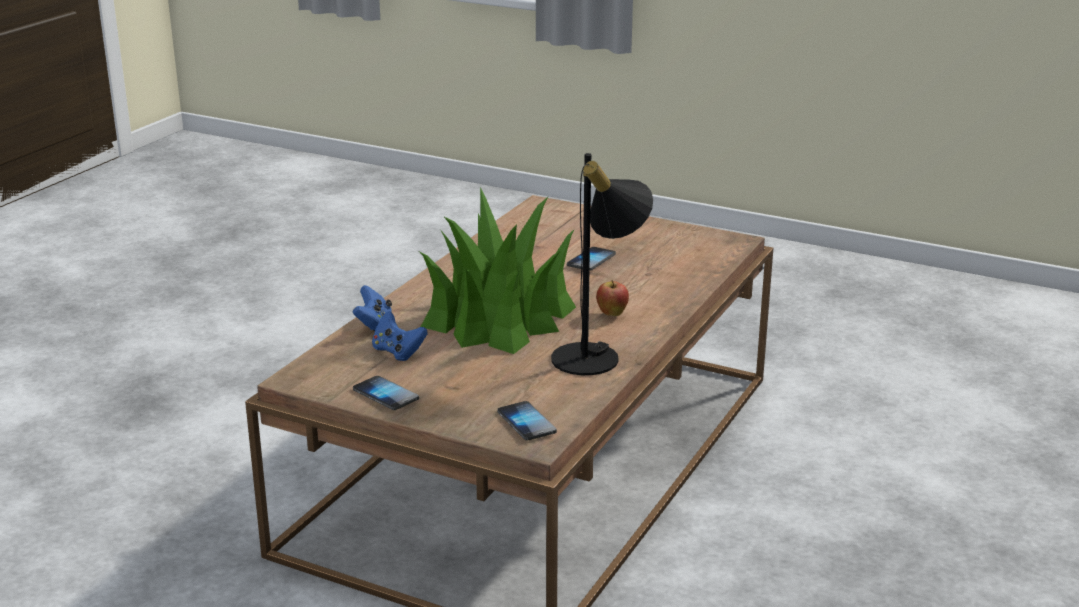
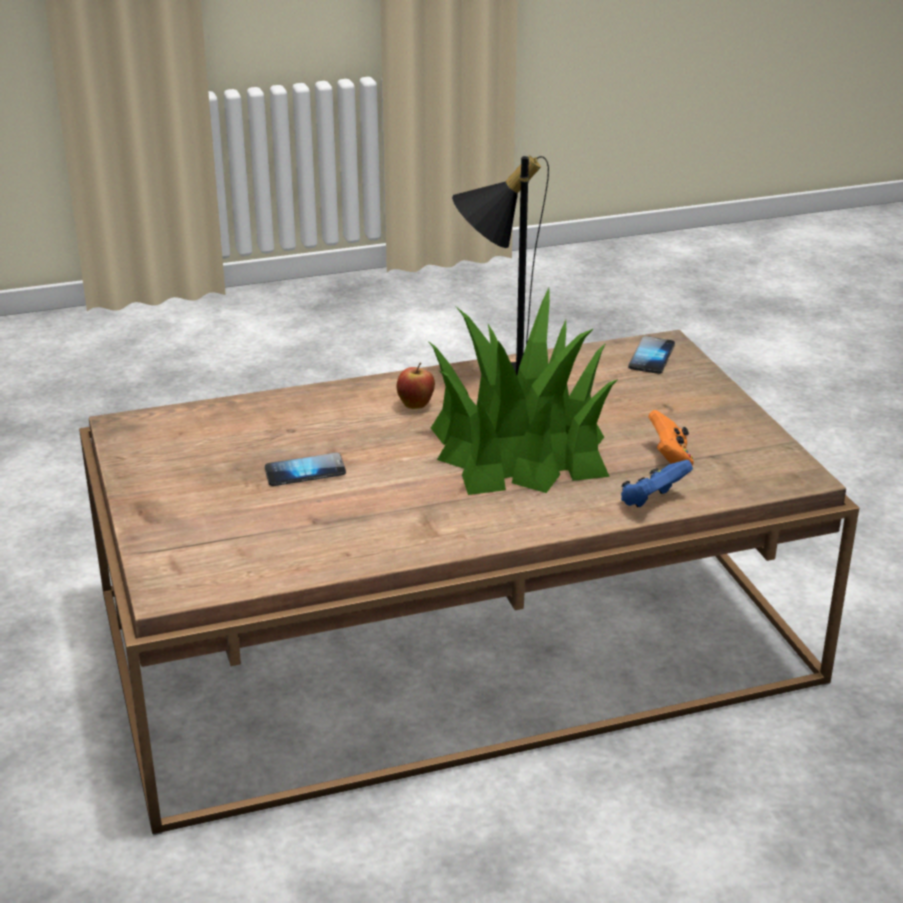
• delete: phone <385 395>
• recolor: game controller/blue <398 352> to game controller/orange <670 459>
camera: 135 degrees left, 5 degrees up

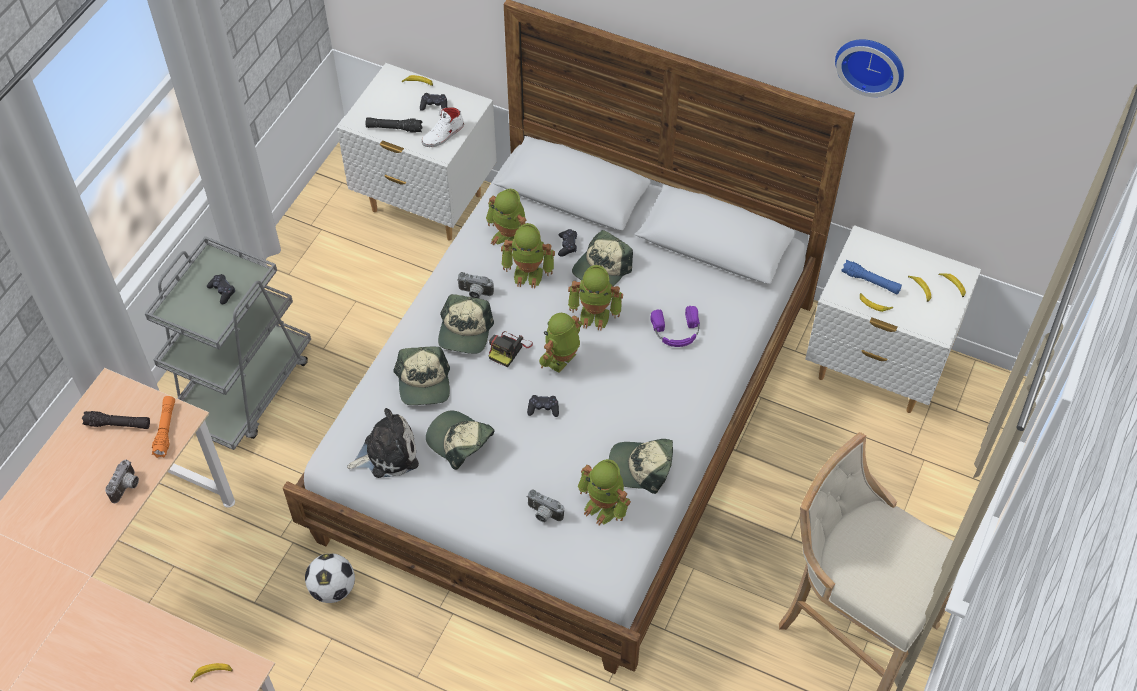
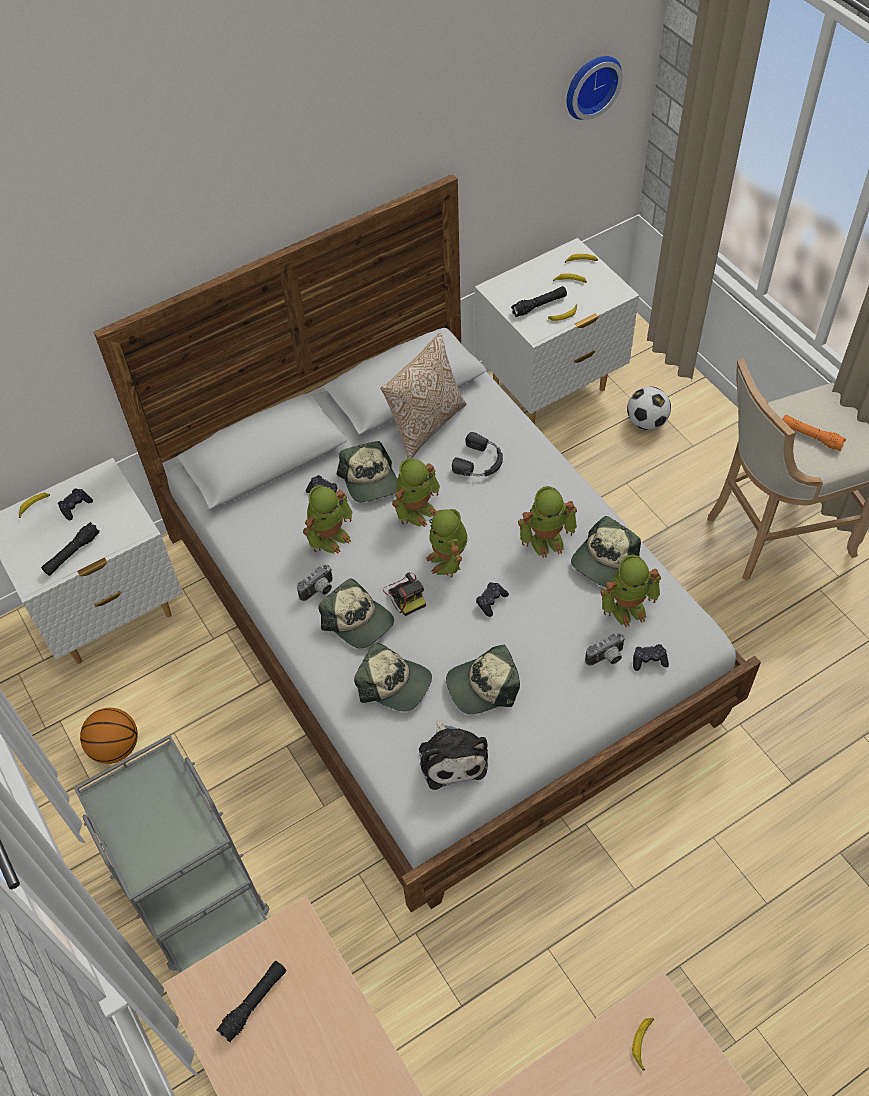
• delete: photo camera <127 487>
• move: flashlight/orange <166 430> to <810 436>
• move: game controller/black <222 291> to <649 660>
• move: football <333 588> to <646 422>
• rotate: plush toy <387 453> = <452 756> 150 degrees clockwise
• delete: shoe/white <443 135>
• move: toy robot <509 238> to <546 539>
• recolor: headphones/purple <676 332> to headphones/black <480 462>
• move: wall clock <871 63> to <590 85>
• recolor: flashlight/blue <870 281> to flashlight/black <539 306>
• insert: basketball <115 747>
• insert: pillow <425 425>
camera: 55 degrees left, 0 degrees up

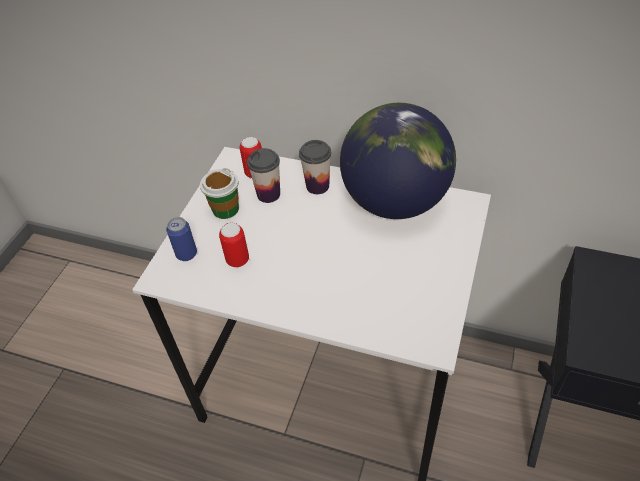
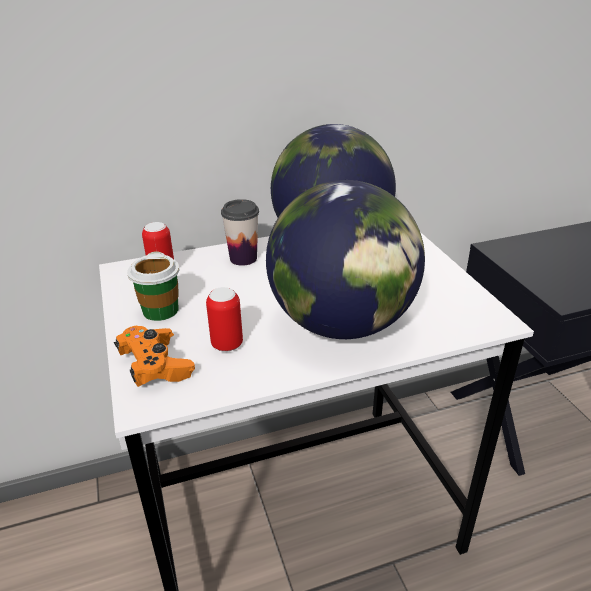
• replace: can <186 254> to game controller/orange <156 366>
• delete: cup <268 194>
• insert: globe <342 324>
camera: 40 degrees left, 15 degrees down

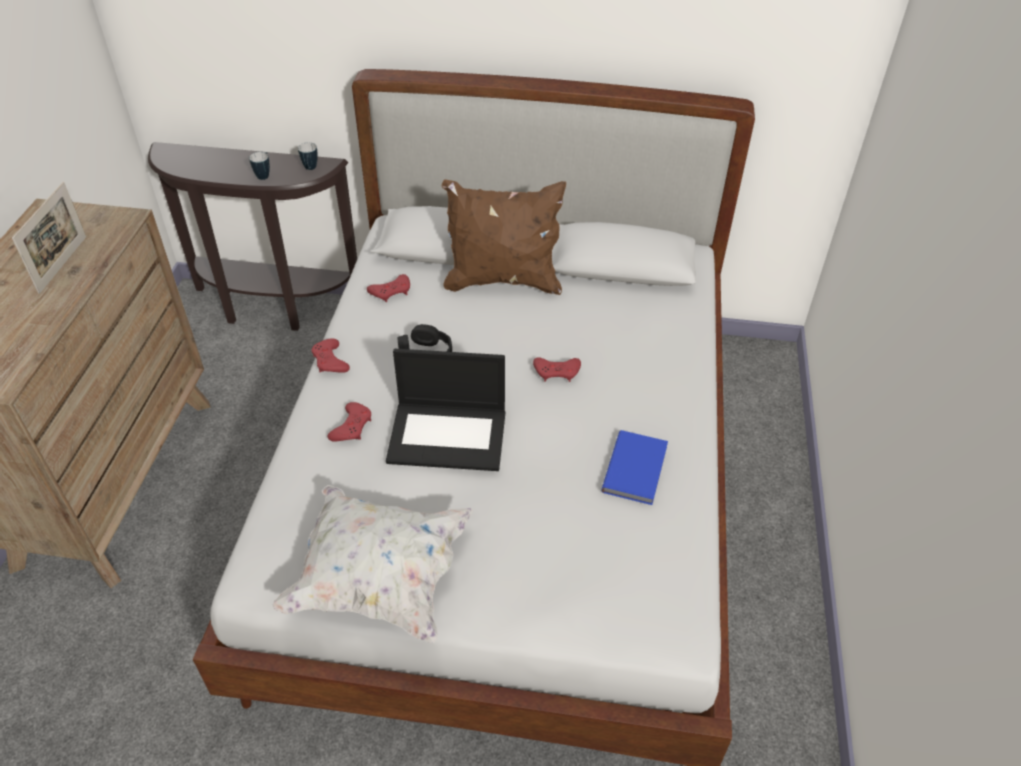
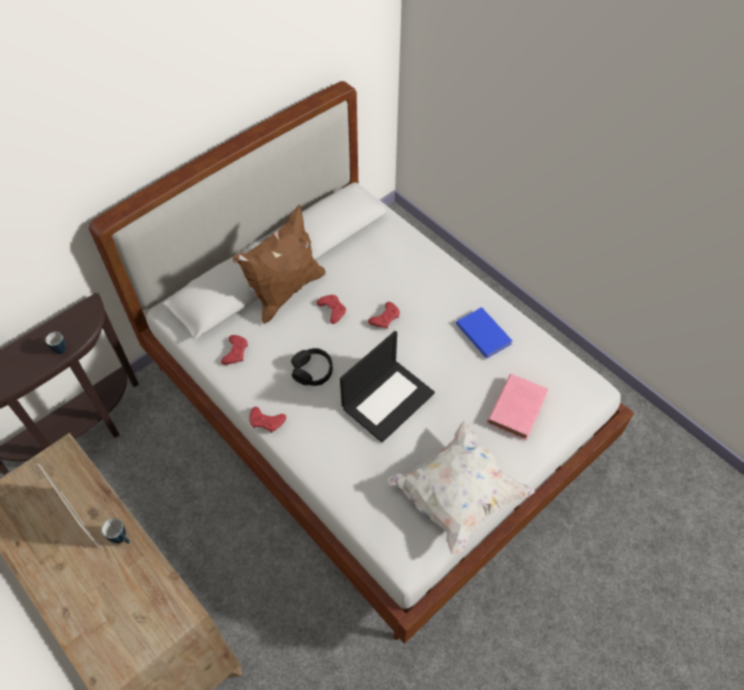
• move: mug <310 169> to <122 539>
• move: game controller/red <352 426> to <332 310>
• insert: book/pink <517 407>
camera: 50 degrees left, 10 degrees up

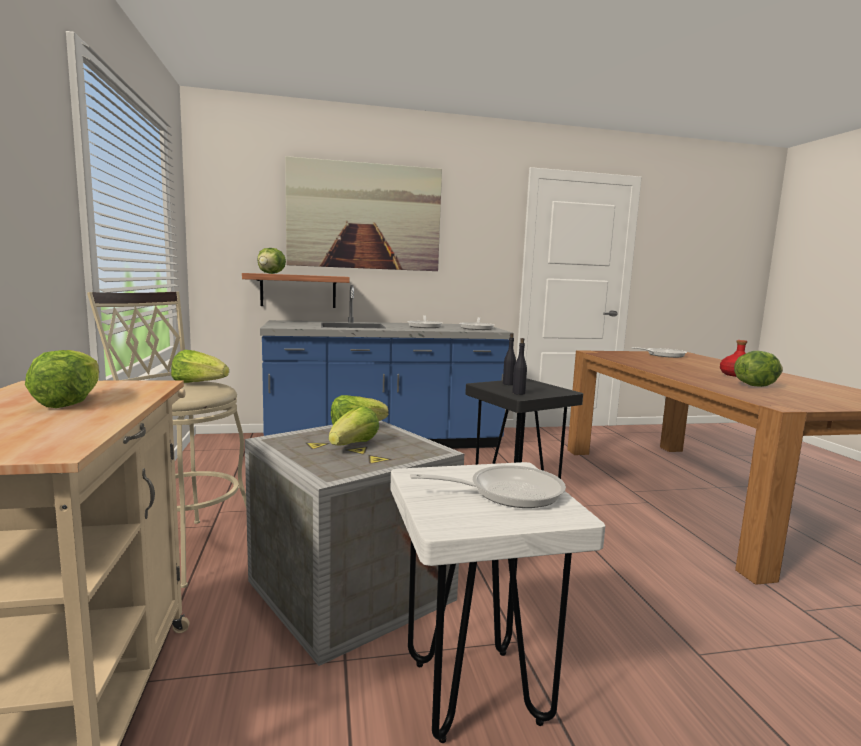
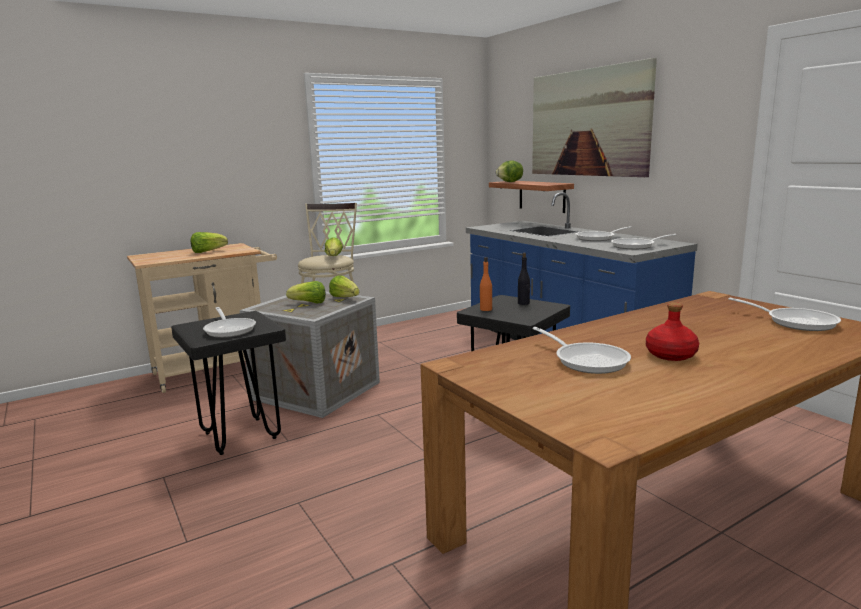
• recolor: stool/white <475 692> to stool/black <241 435>
• recolor: bottle/black <518 393> to bottle/orange <486 309>
• replace: lettuce <755 385> to frying pan <587 360>
camera: 70 degrees right, 5 degrees up

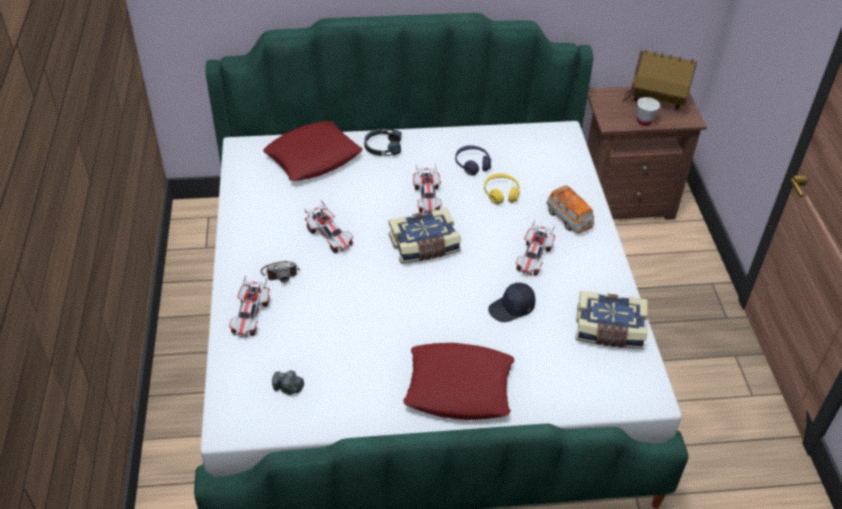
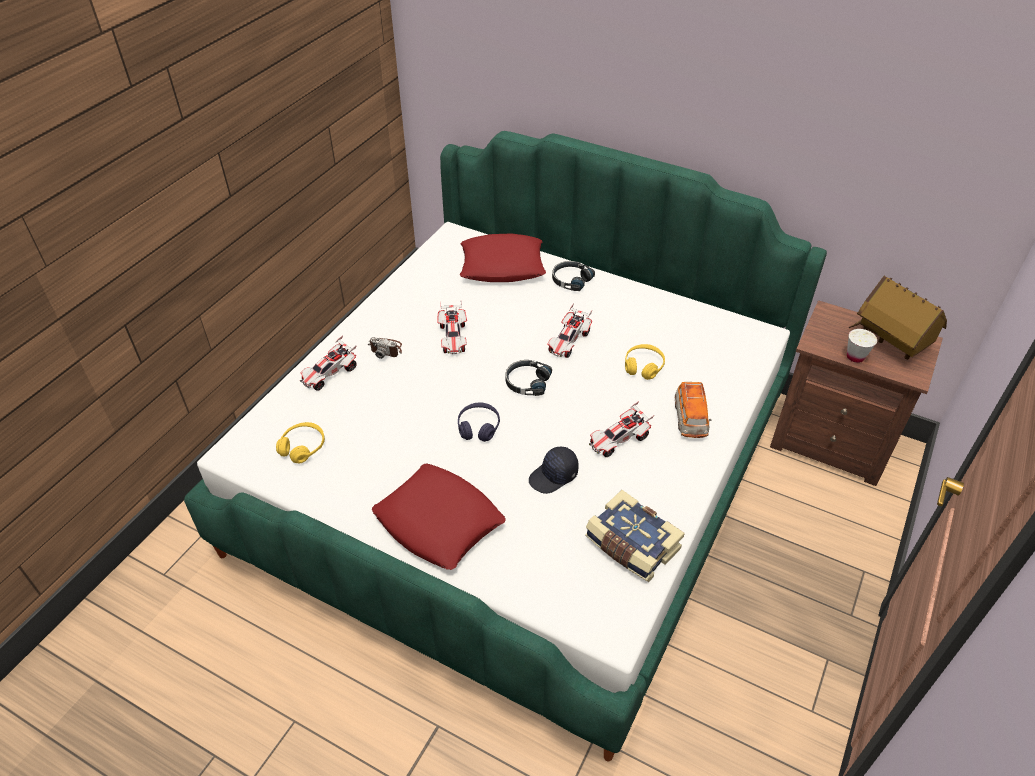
• replace: photo camera <288 388> to headphones/yellow <303 447>
• replace: book <424 246> to headphones/black <527 382>
• move: headphones/purple <472 164> to <478 427>
• rotate: cap/black <512 309> = <554 476> 45 degrees counterclockwise
camera: 35 degrees right, 0 degrees up

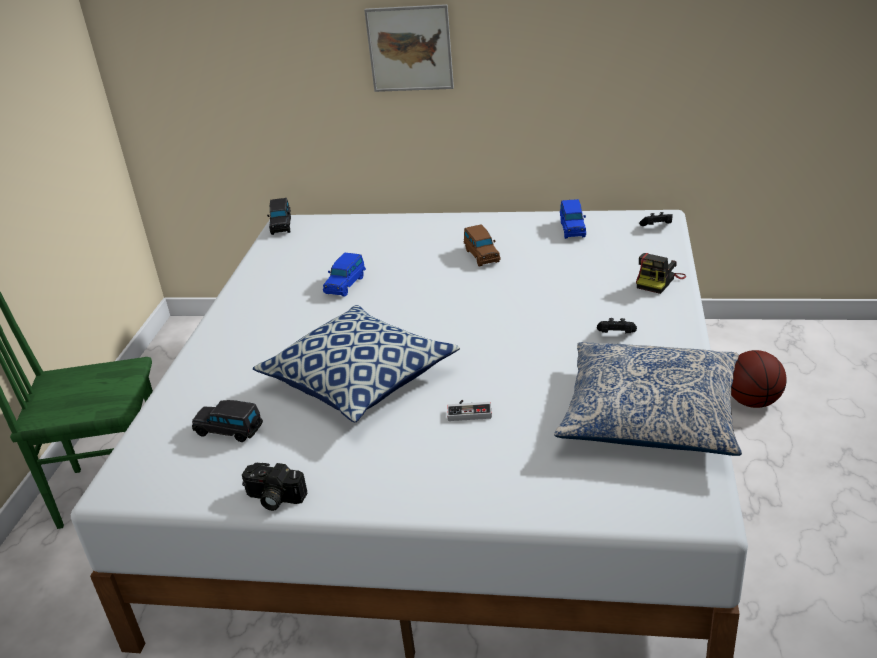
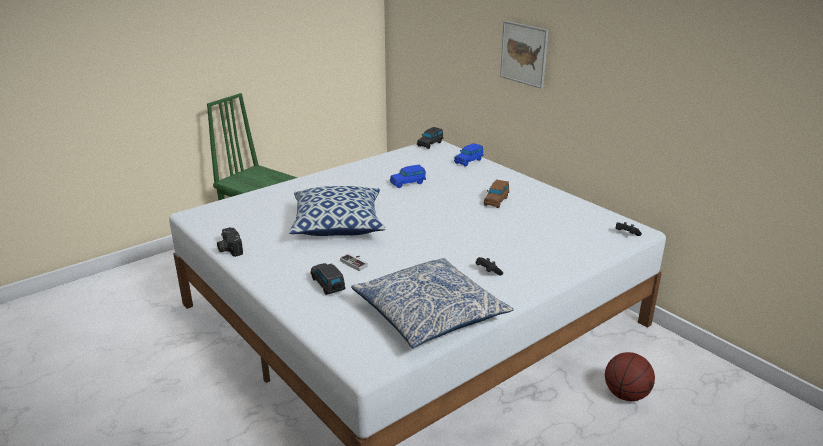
• move: toy car/black <230 431> to <328 285>
• move: toy car/blue <572 229> to <469 161>
• delete: photo camera <659 281>
camera: 40 degrees right, 5 degrees down

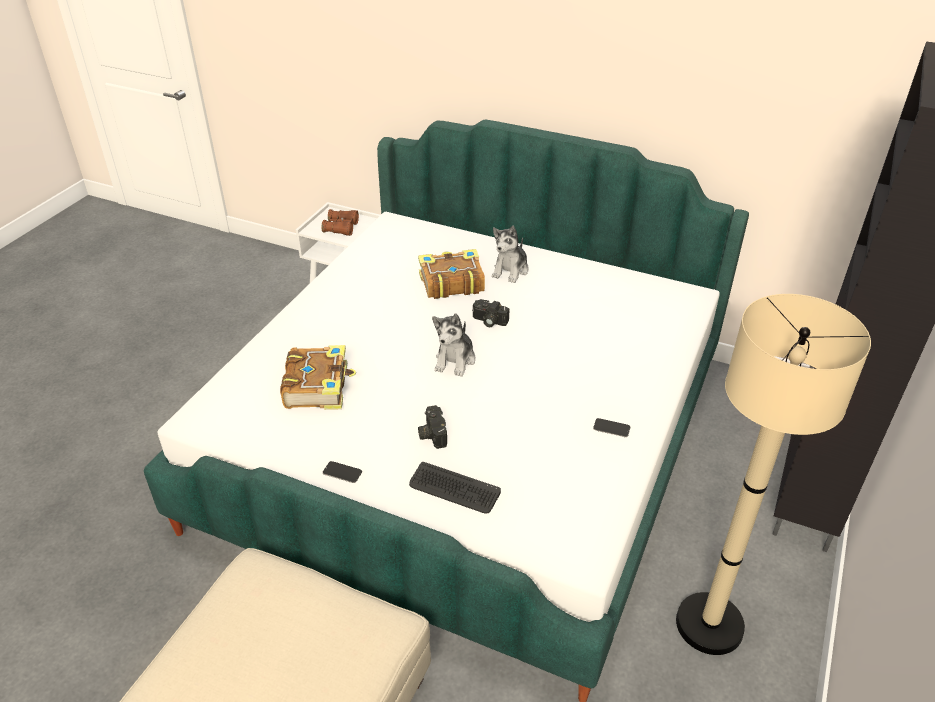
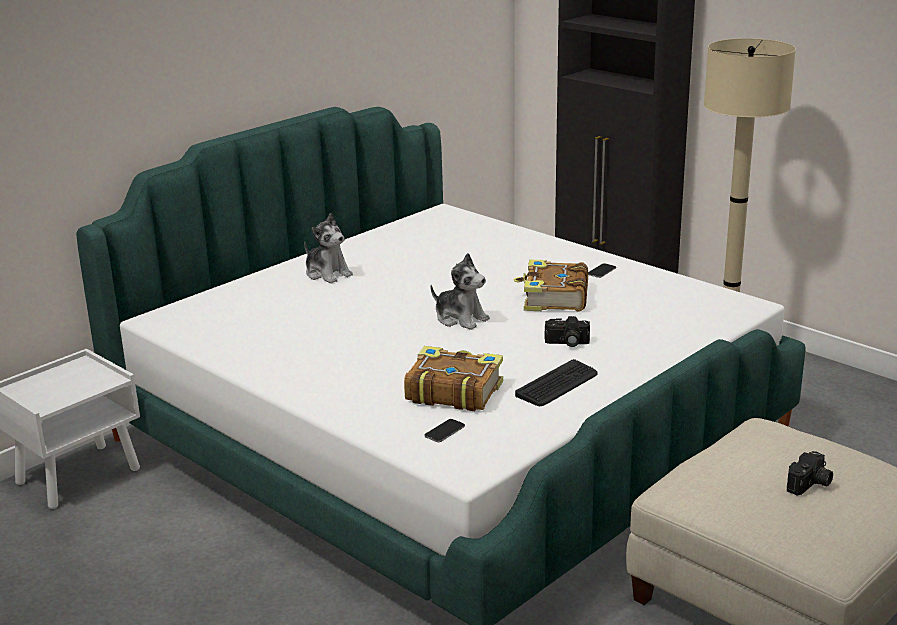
• delete: binoculars/brown <341 228>
• move: phone <342 472> to <444 431>
• move: keyboard <454 489> to <557 384>
• move: book <450 282> to <553 298>
• move: photo camera <489 321> to <810 485>
camera: 70 degrees left, 15 degrees down

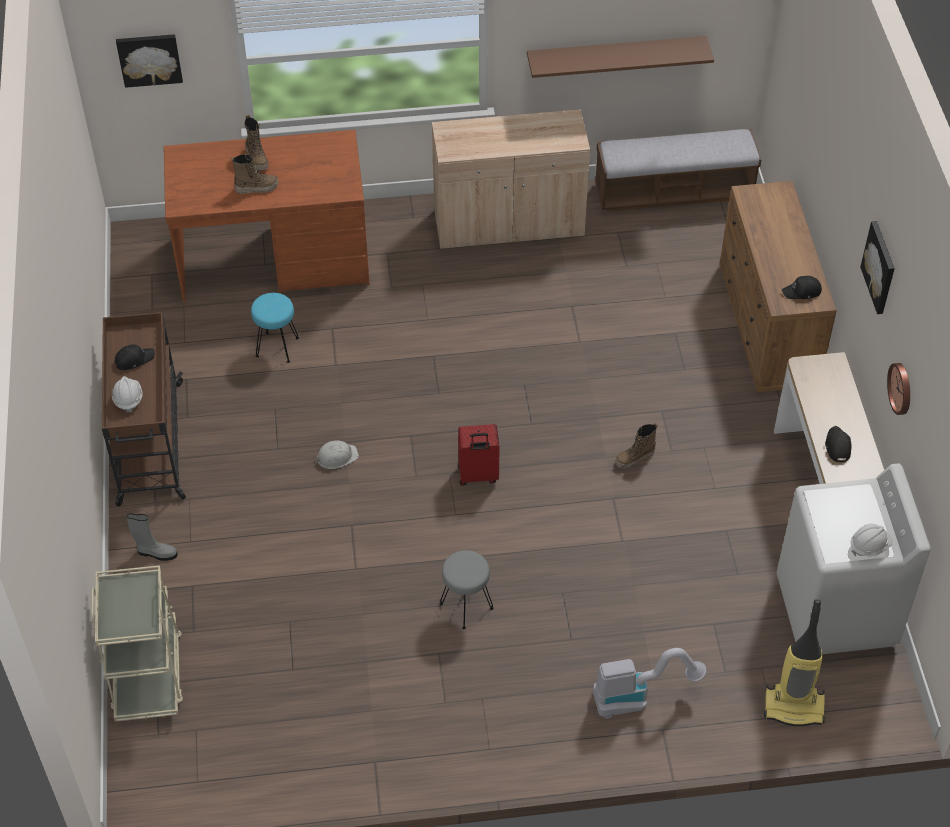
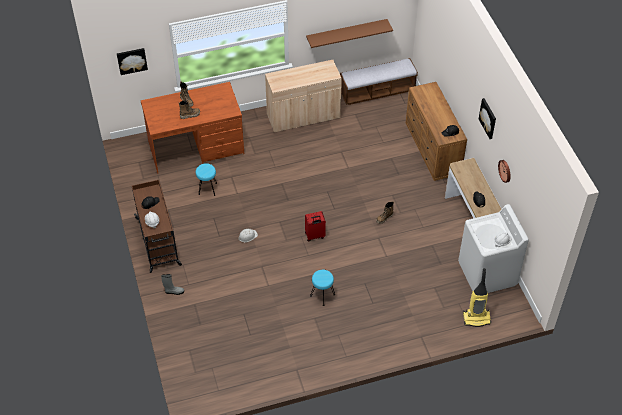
• delete: cart/beige <148 674>
• recolor: stool/grey <465 606> to stool/turquoise <322 295>
• delete: vacuum cleaner <638 697>
camera: 10 degrees left, 0 degrees up

